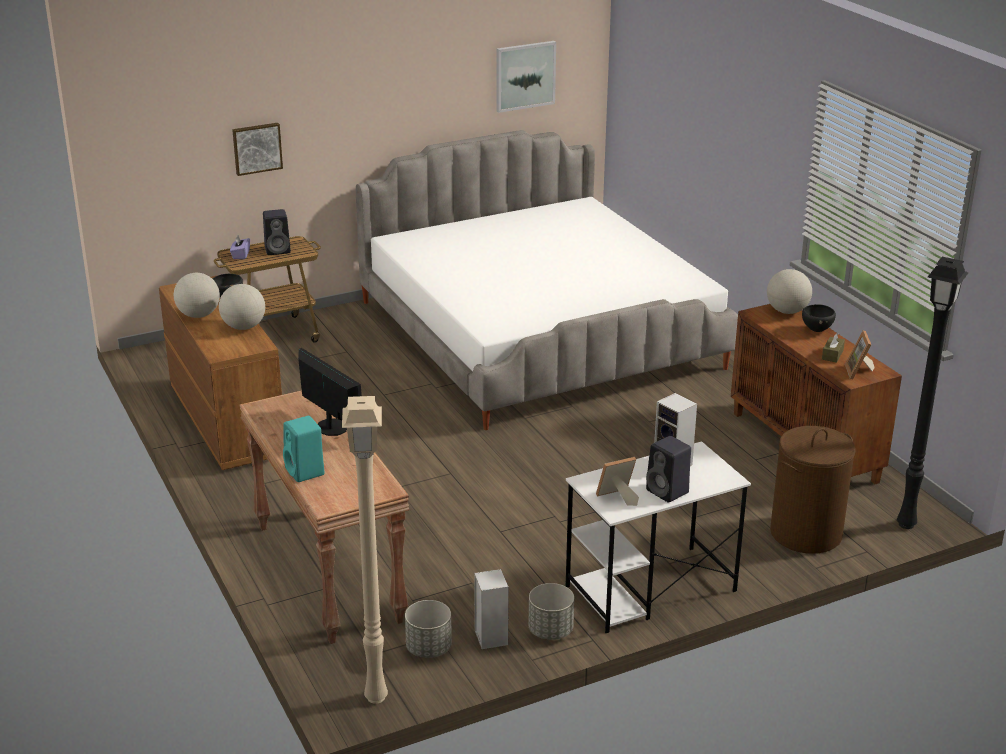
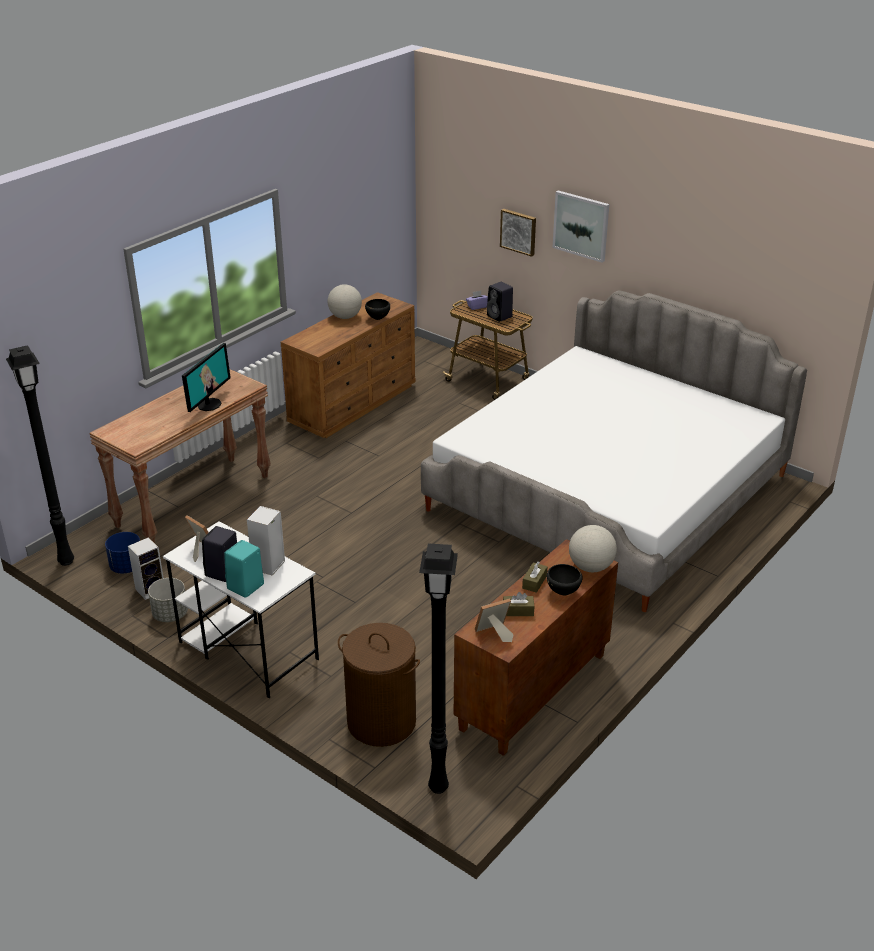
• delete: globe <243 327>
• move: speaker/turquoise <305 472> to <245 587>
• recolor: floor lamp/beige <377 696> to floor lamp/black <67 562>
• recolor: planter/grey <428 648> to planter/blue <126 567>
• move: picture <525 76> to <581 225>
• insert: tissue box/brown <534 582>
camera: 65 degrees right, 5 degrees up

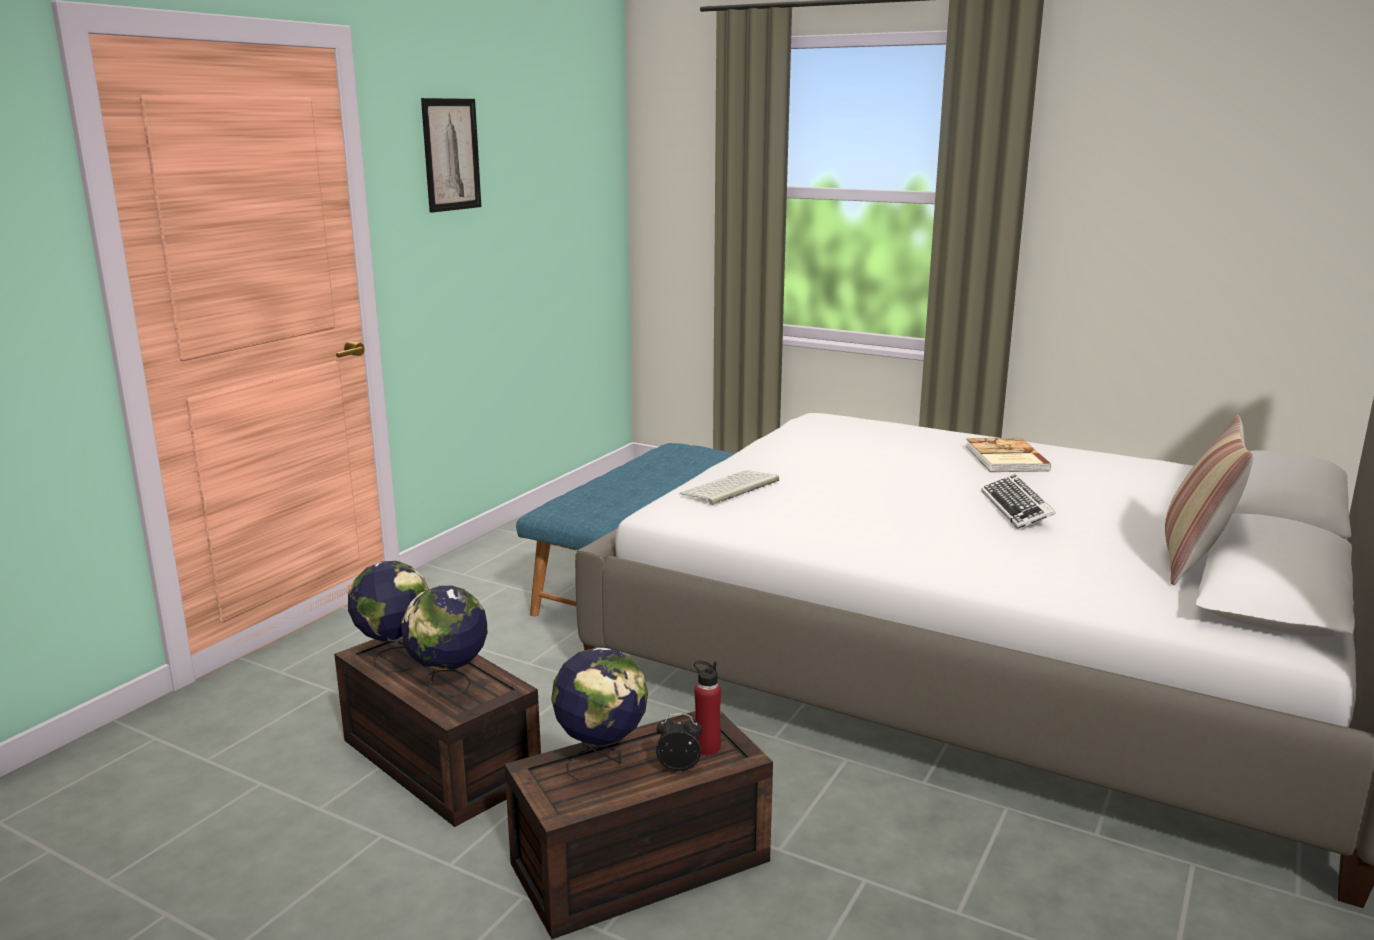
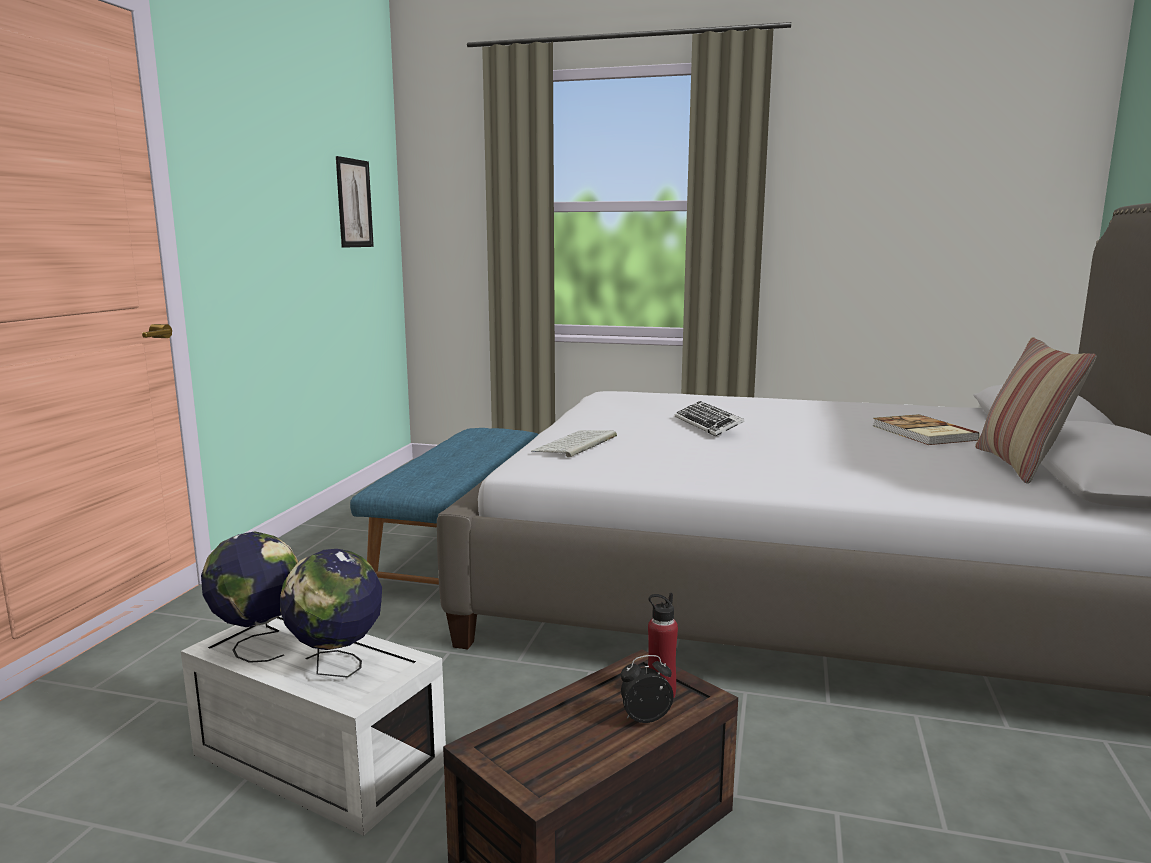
• recolor: storage box/brown <435 760> to storage box/white <313 759>
• move: picture <451 154> to <354 203>
• delete: globe <601 759>
• move: book <1005 458> to <922 433>
• move: keyboard <1016 508> to <708 425>
camera: 15 degrees left, 5 degrees down

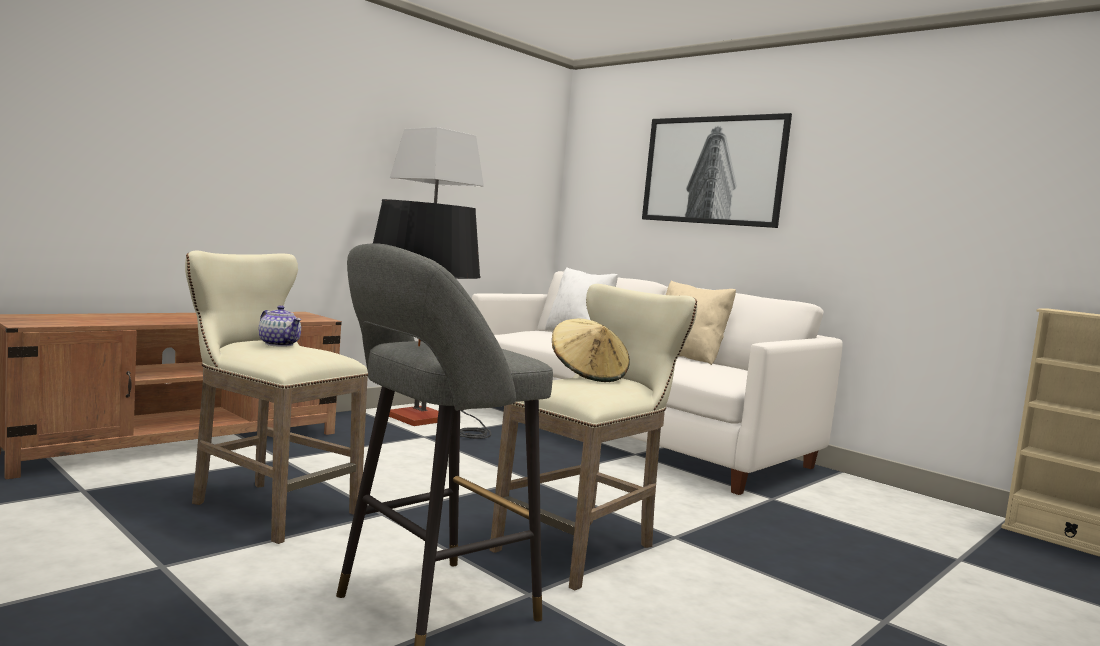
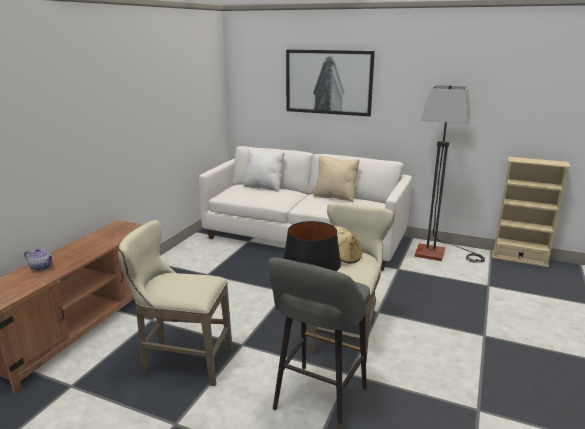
• move: teapot <279 344> to <41 267>
• move: floor lamp <433 421> to <440 253>
camera: 20 degrees left, 15 degrees up

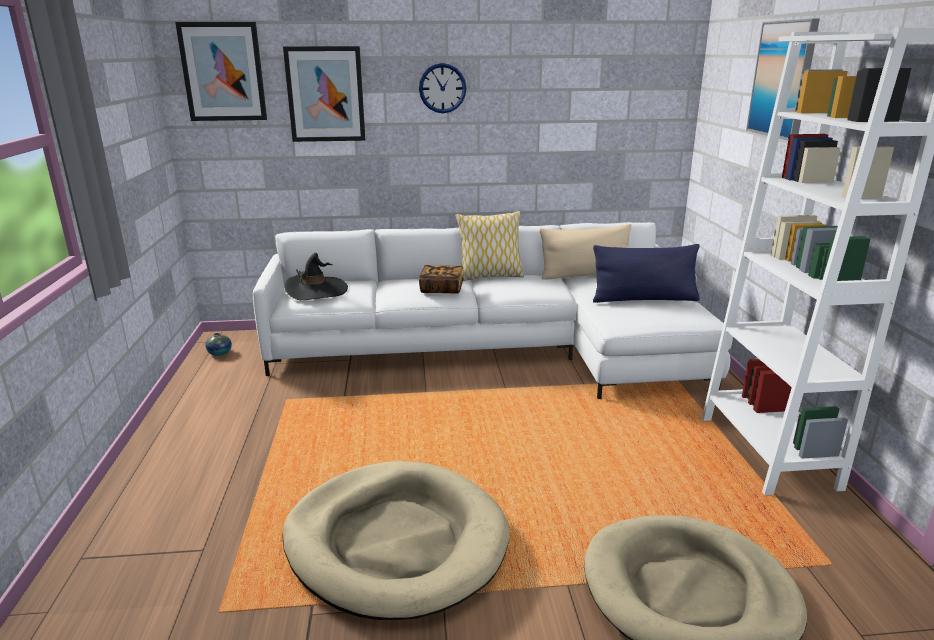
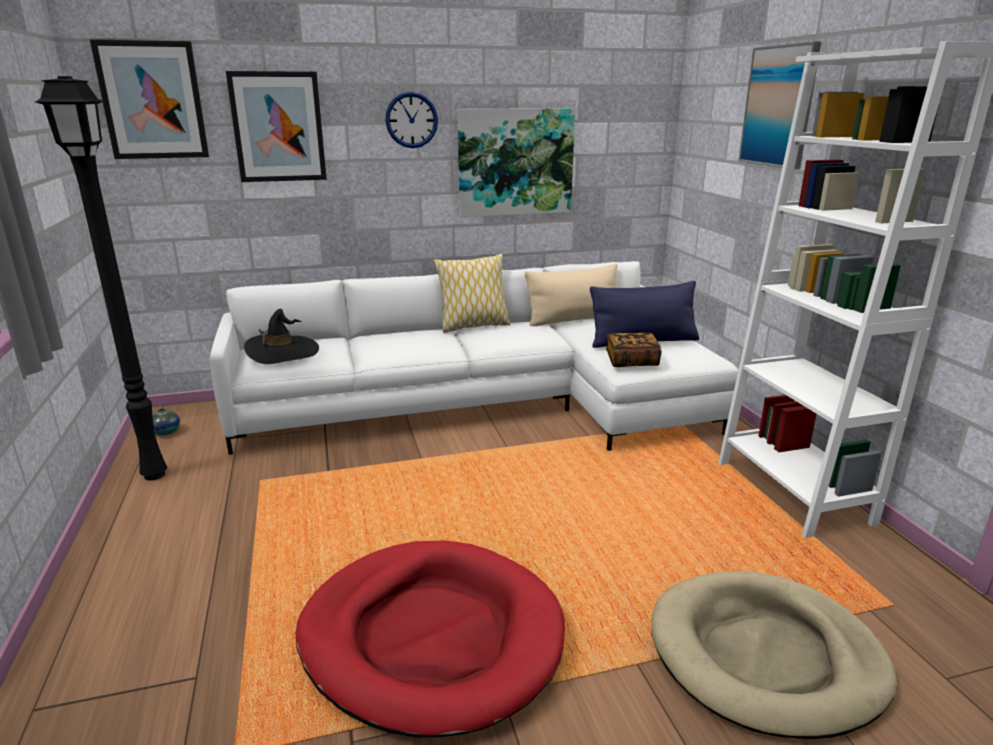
• recolor: dog bed/beige <395 542> to dog bed/red <431 637>
• move: book <441 289> to <631 361>
• insert: floor lamp/black <155 476>
• insert: picture <515 162>
camera: 10 degrees left, 0 degrees up

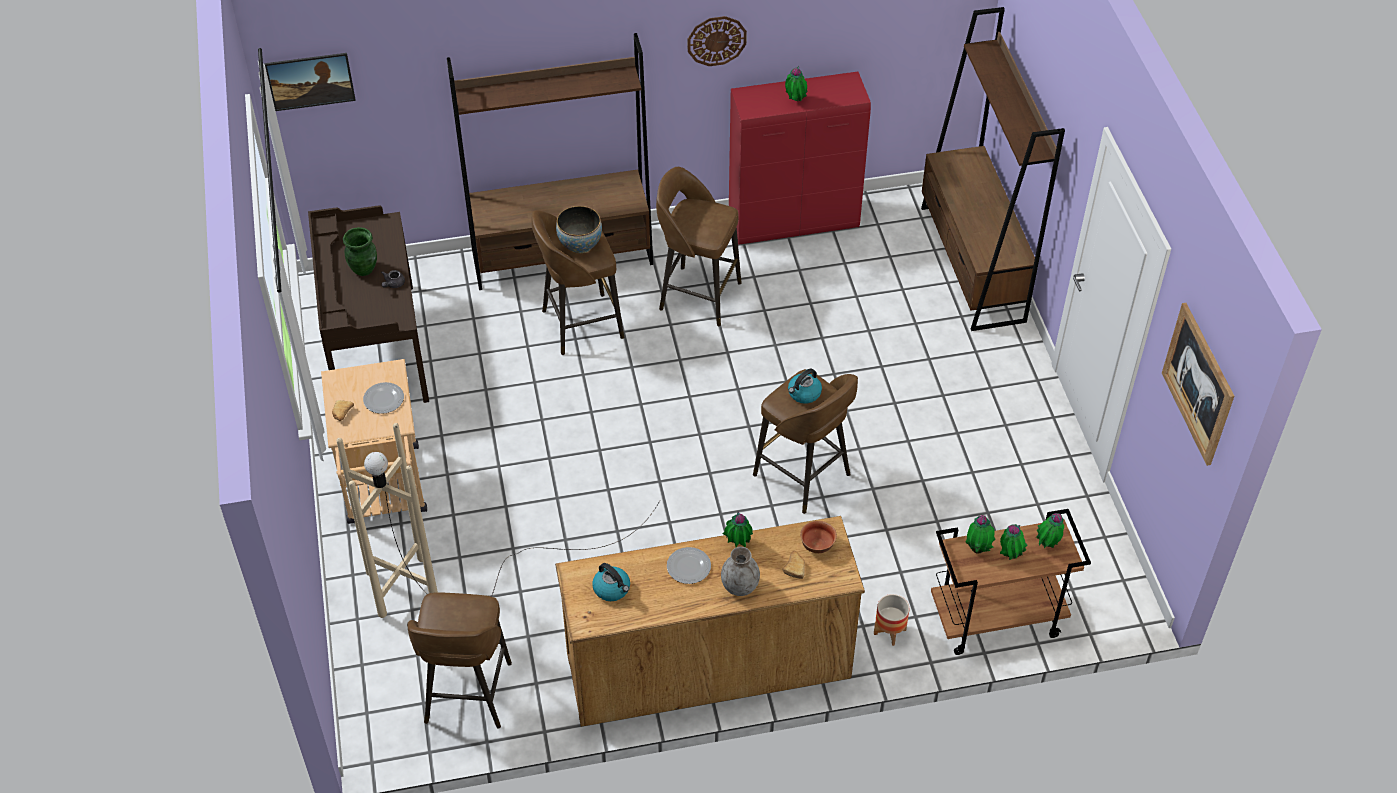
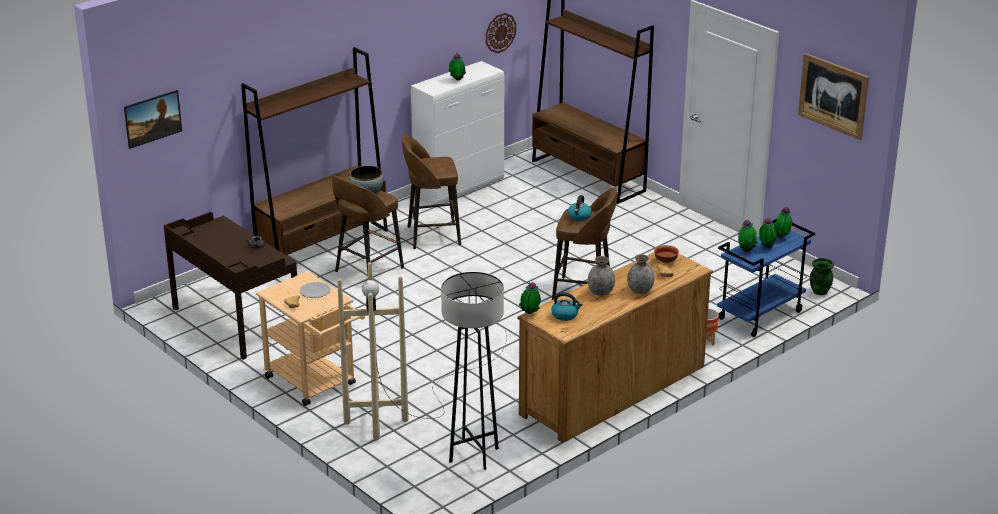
• move: vase/green <364 269> to <819 291>
• replace: stool/brown <467 695> to floor lamp/grey <474 455>
• replace: plate <688 566> to vase/grey <600 292>
• move: wall clock <716 40> to <500 32>
• move: potted plant <737 544> to <530 314>
• recolor: cabinet/red <794 222> to cabinet/white <459 188>
• recolor: cart/brown <995 620> to cart/blue <760 316>
camera: 30 degrees left, 20 degrees down

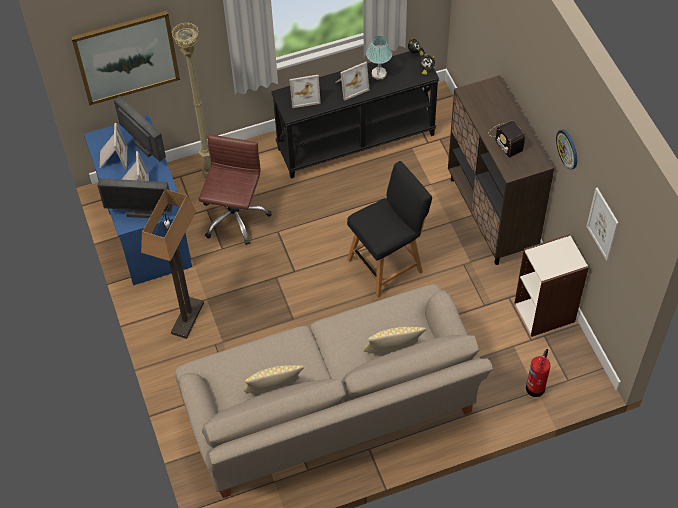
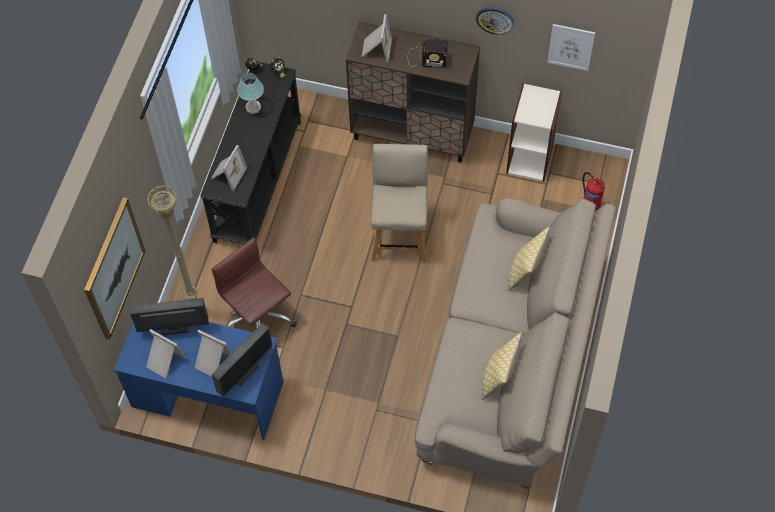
• delete: floor lamp <187 318>
• move: picture frame <350 86> to <376 48>
• recolor: chair/black <388 264> to chair/beige <400 234>
camera: 55 degrees left, 5 degrees up

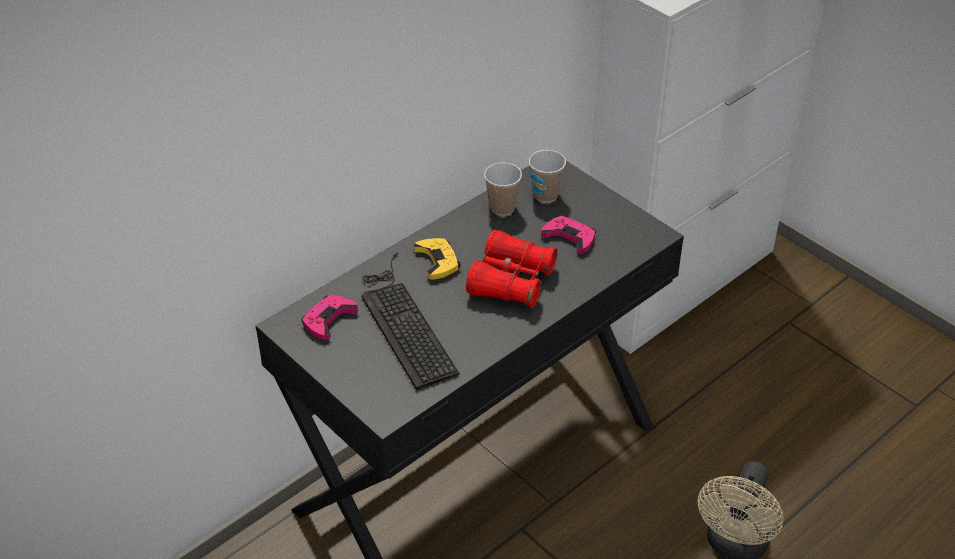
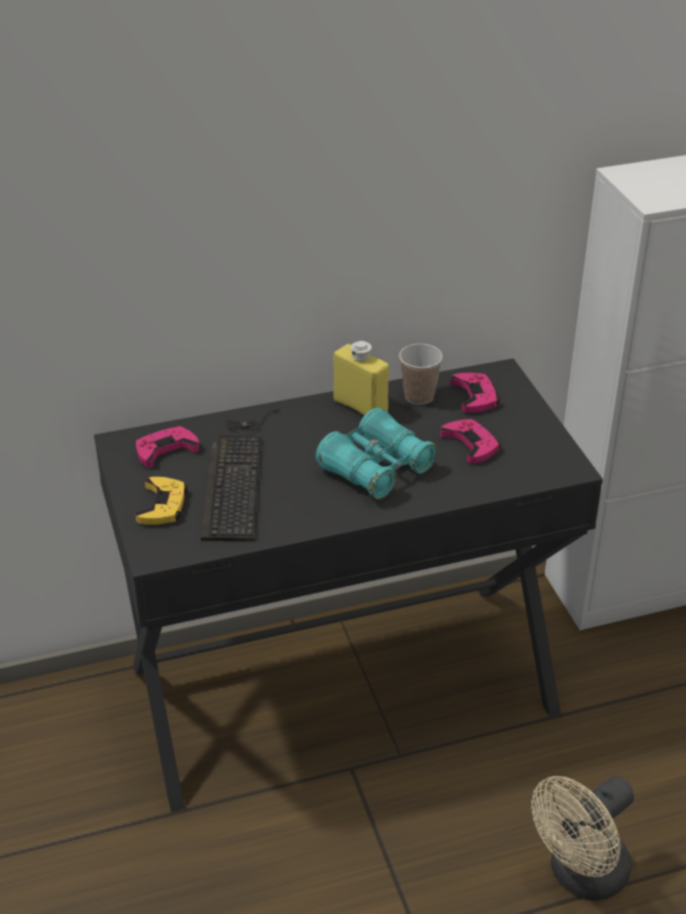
• move: game controller/yellow <437 261> to <162 506>
• recolor: binoculars/red <511 281> to binoculars/turquoise <376 468>
• replace: cup <545 194> to game controller/pink <475 396>
• insert: bottle/yellow <360 407>
camera: 25 degrees right, 5 degrees down

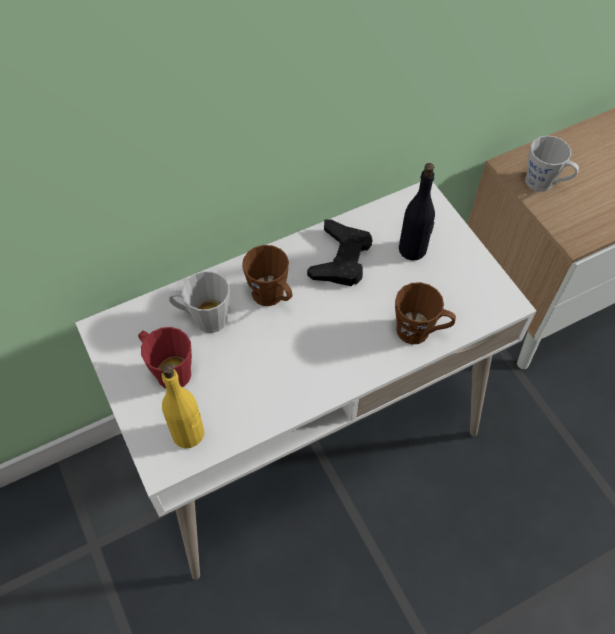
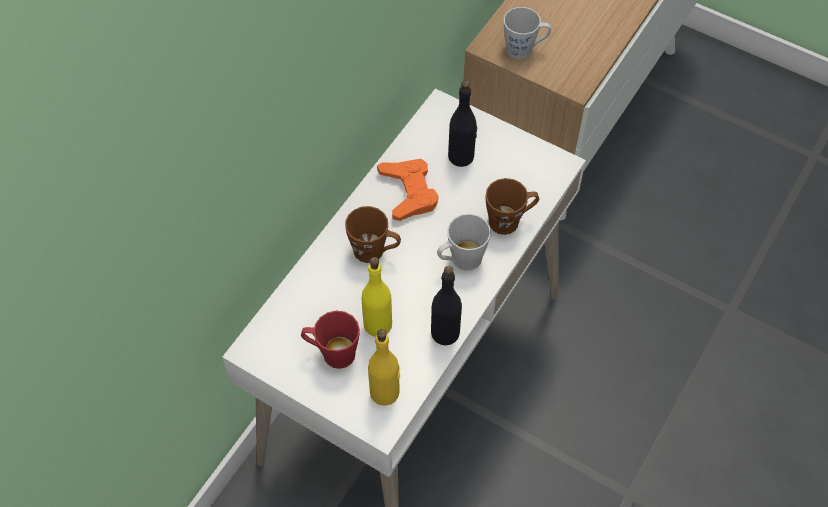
• move: mug/grey <204 318> to <461 260>
• recolor: game controller/black <341 258> to game controller/orange <408 192>
• insert: bottle/yellow <377 324>
• insert: bottle/black <445 332>
camera: 30 degrees left, 0 degrees up

